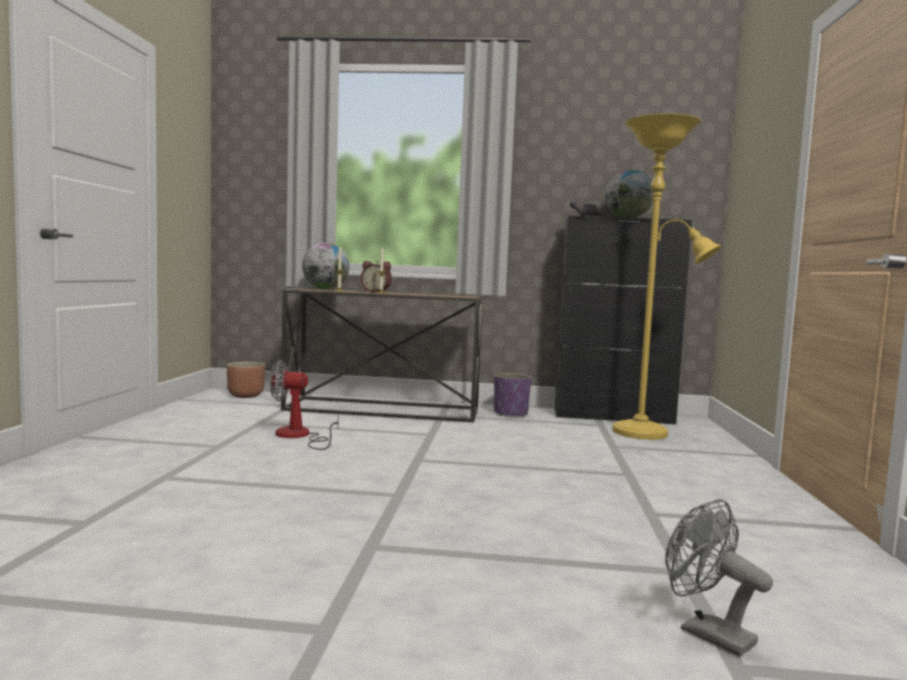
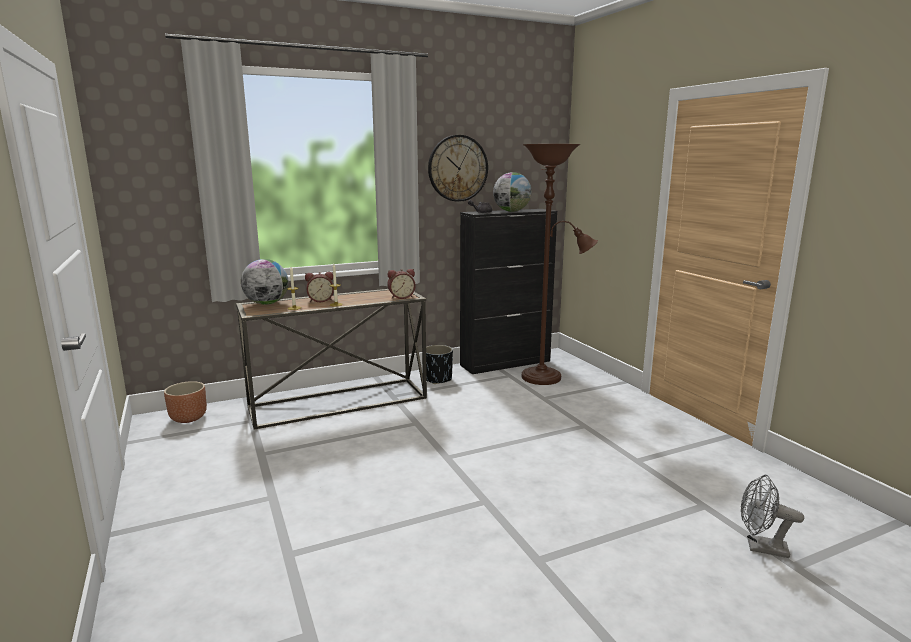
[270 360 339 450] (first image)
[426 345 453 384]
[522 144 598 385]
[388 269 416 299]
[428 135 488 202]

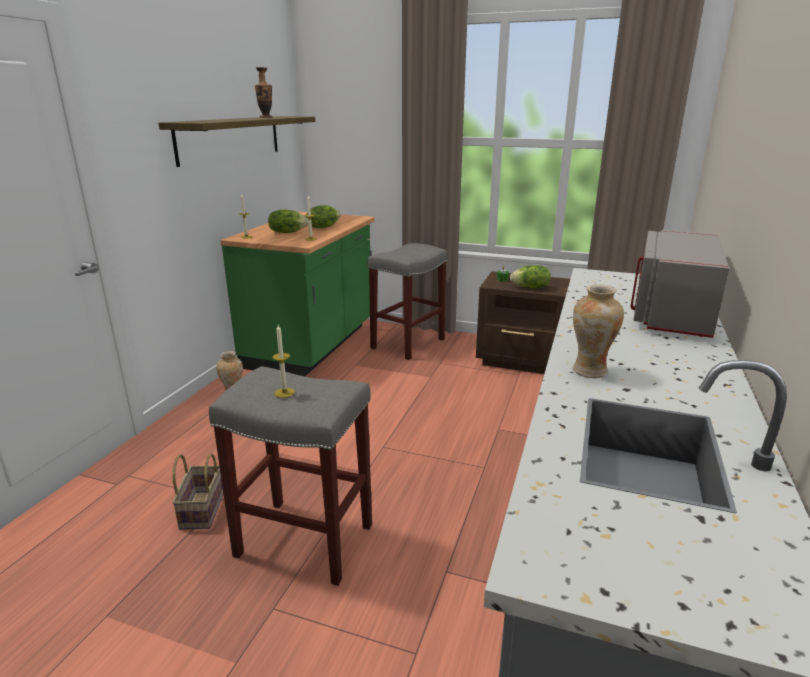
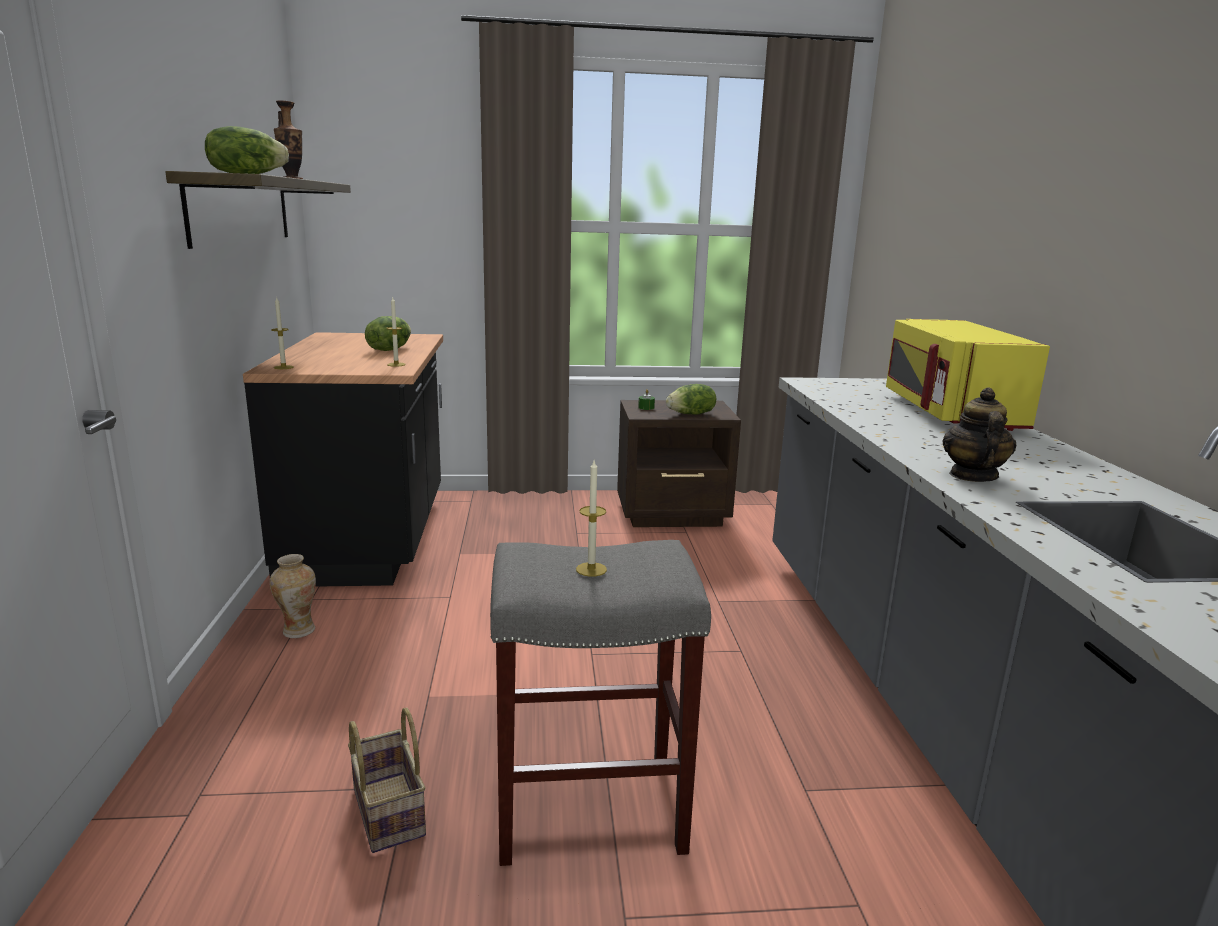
[243 332 443 587]
[205 126 289 174]
[368 243 448 360] (first image)
[942 387 1016 482]
[886 319 1050 431]

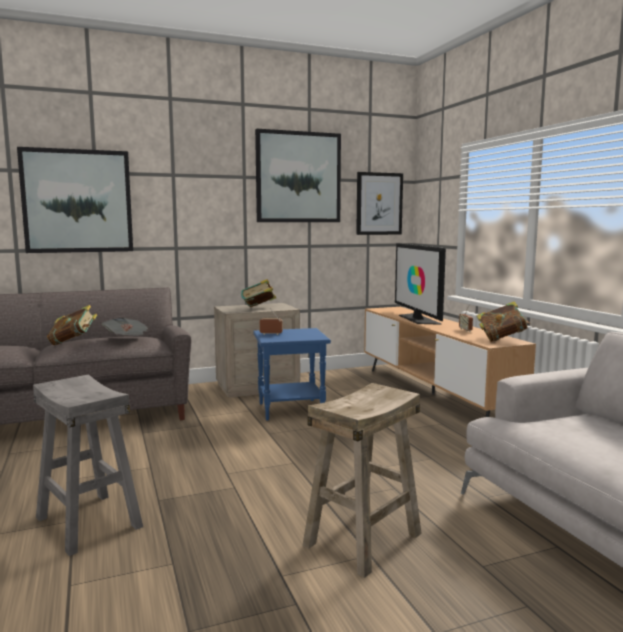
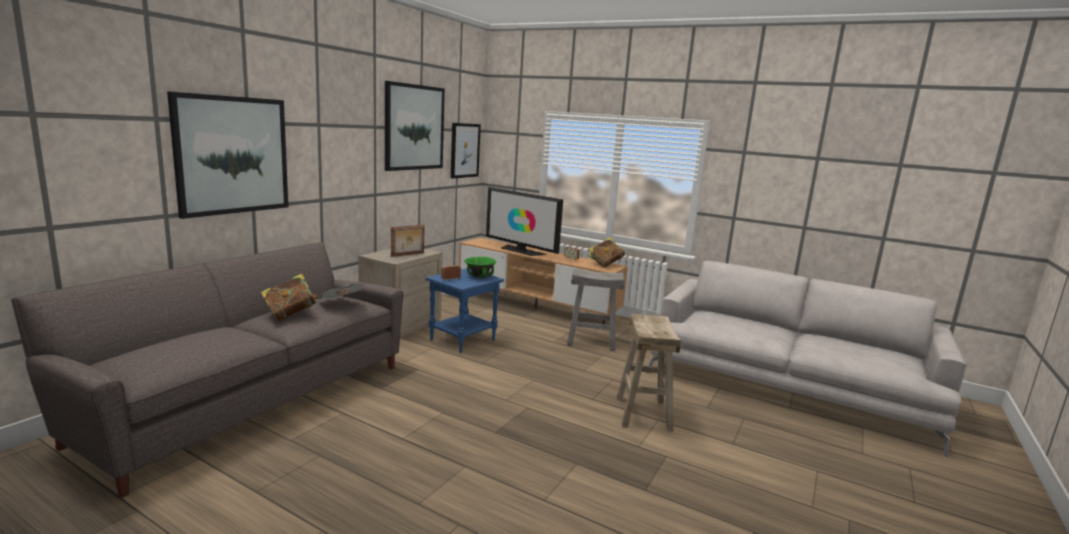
[567 268 624 351]
[391 225 425 257]
[464 257 496 279]

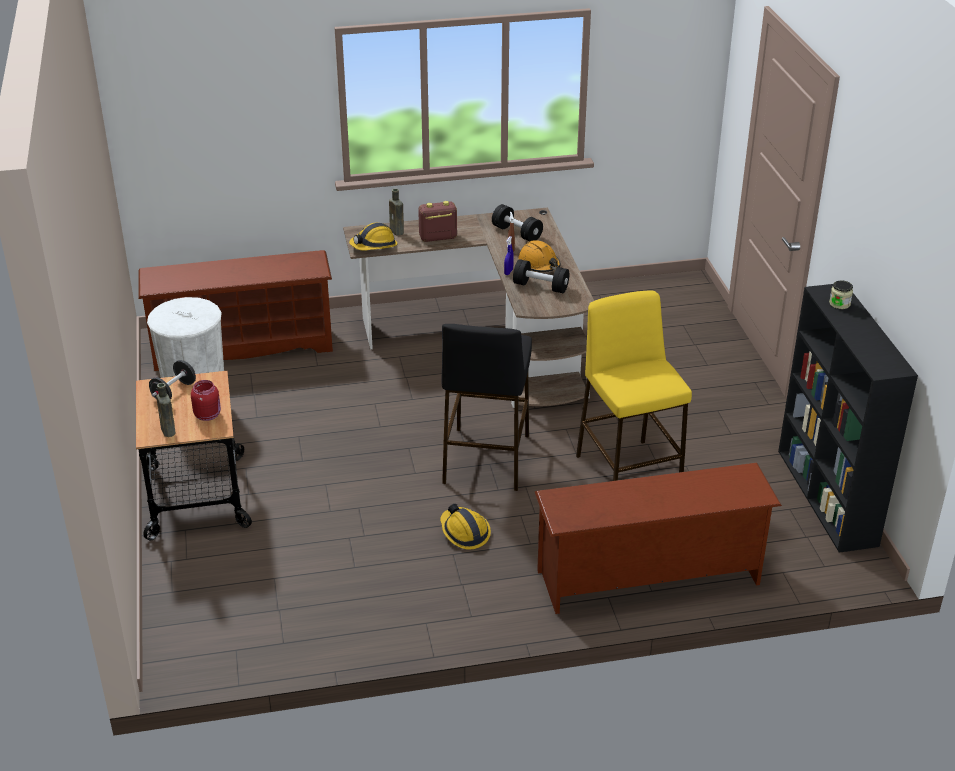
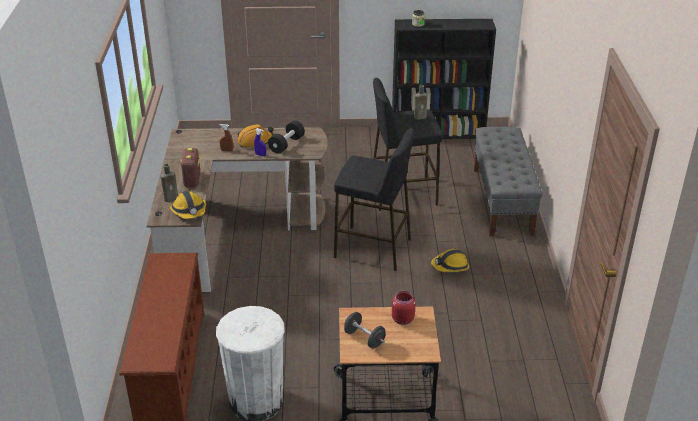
[414 85 428 120]
[492 204 543 241] (first image)
[474 126 543 237]
[373 78 442 211]

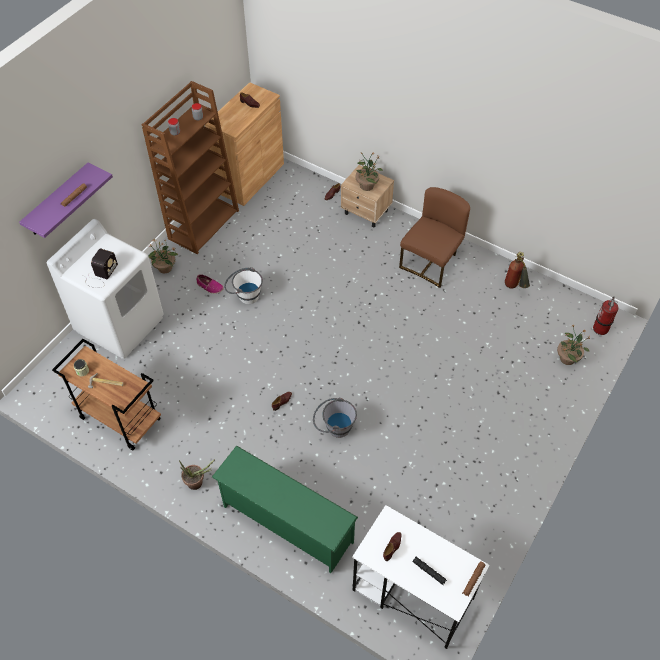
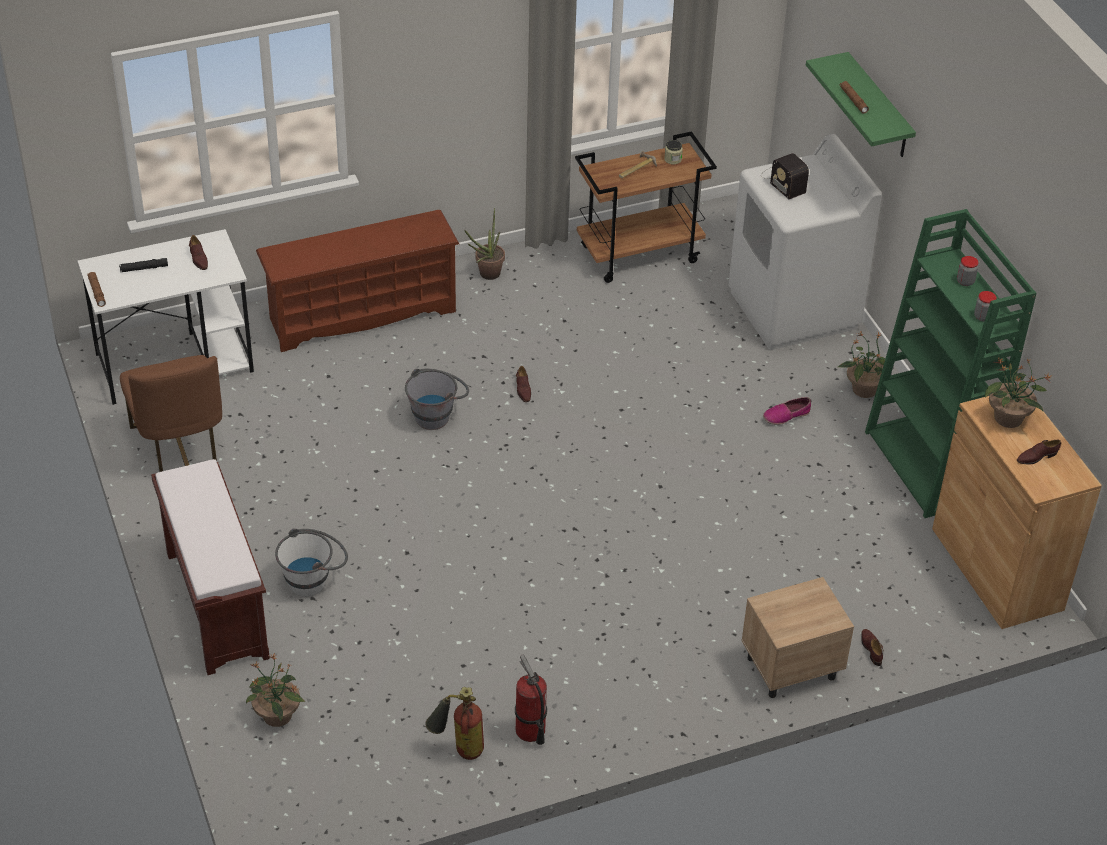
[806 52 916 157]
[865 209 1037 518]
[256 210 459 352]
[275 528 348 597]
[985 359 1053 428]
[120 355 222 472]
[515 655 547 745]
[151 459 270 675]

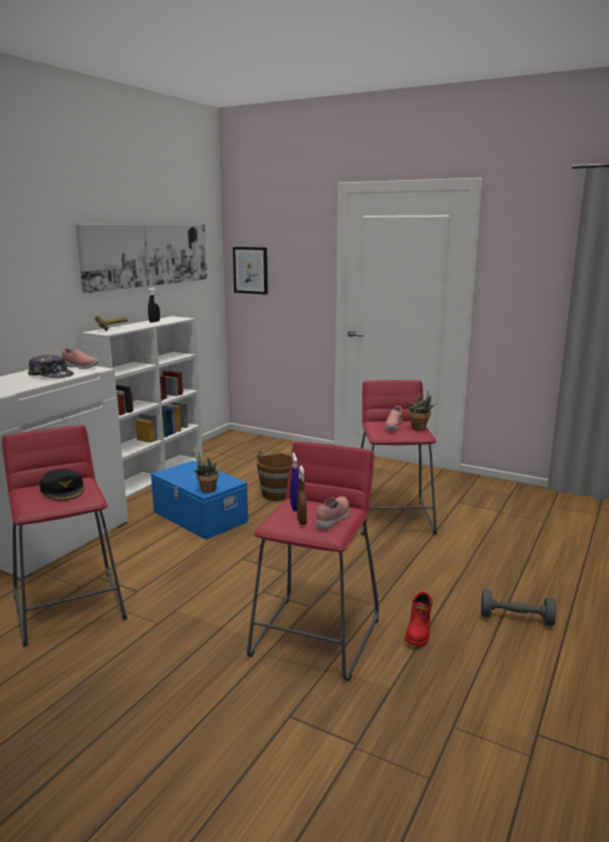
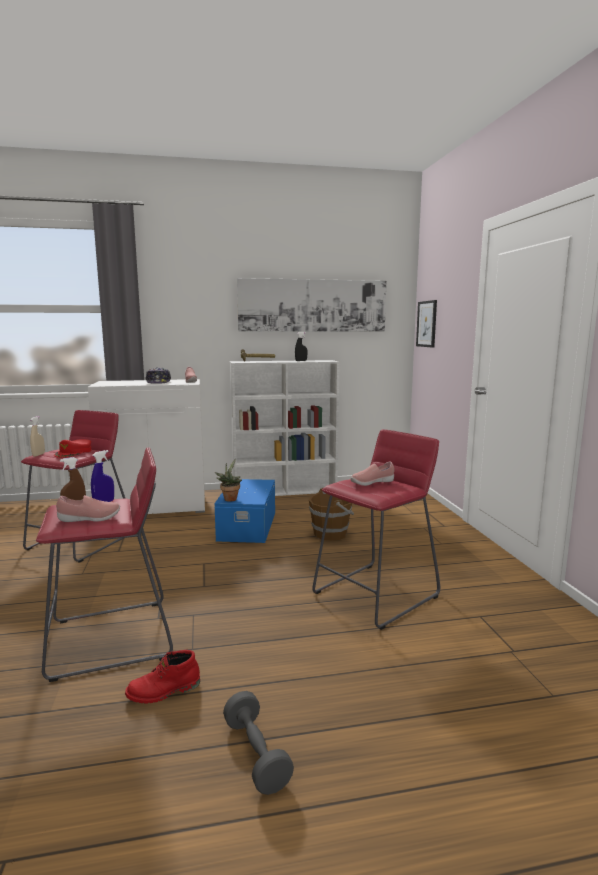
[54 439 91 458]
[408 390 436 431] (first image)
[30 416 45 456]

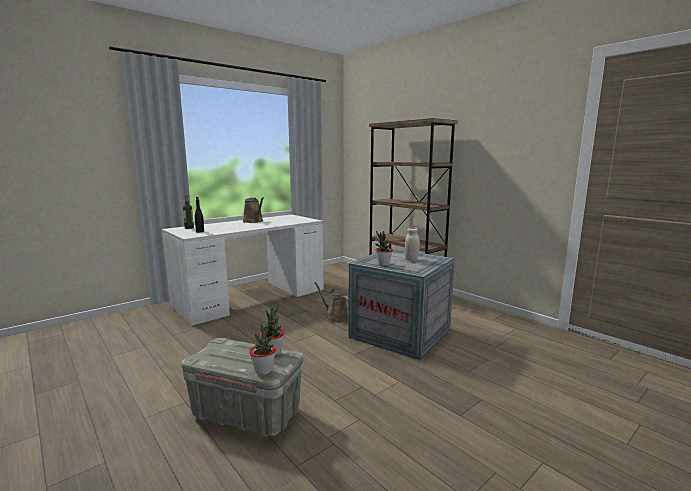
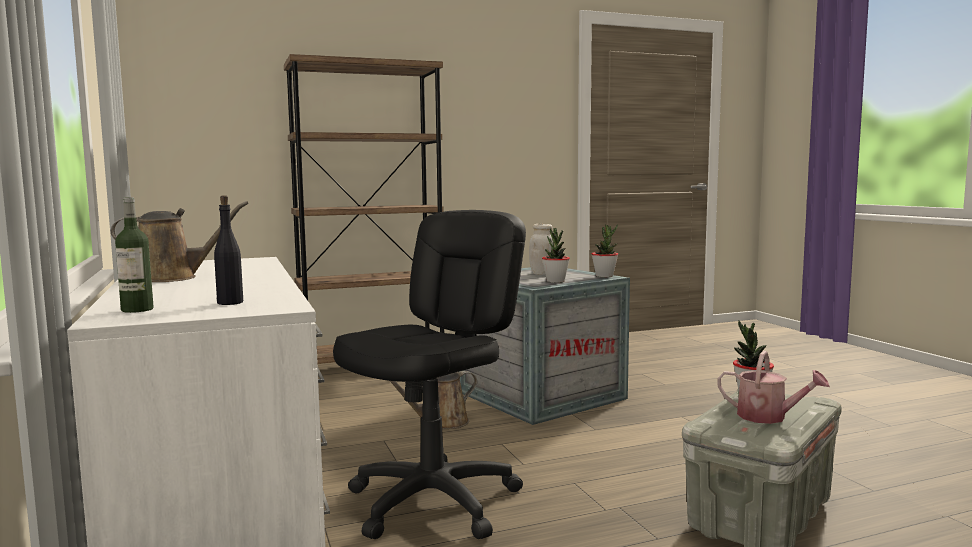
[591 225 618 277]
[333 210 526 539]
[717 351 830 424]

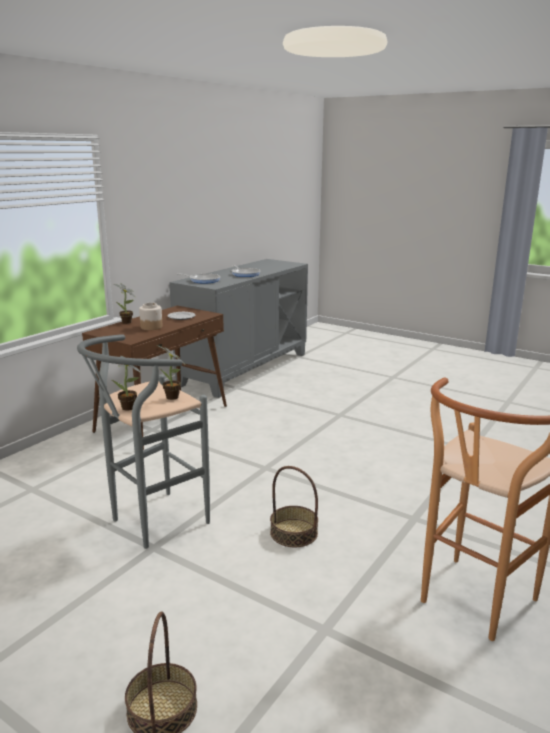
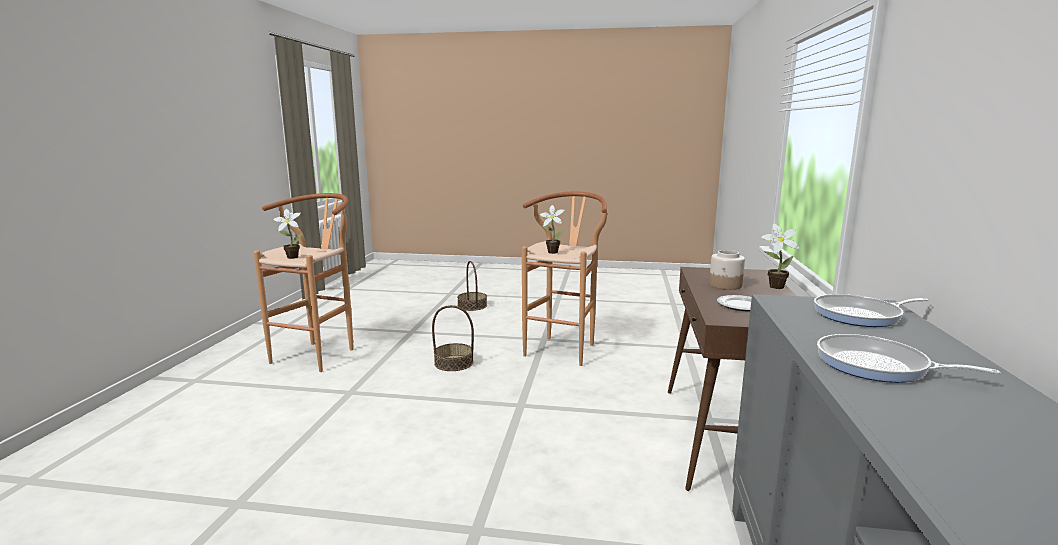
[522 191 607 366]
[273 209 303 259]

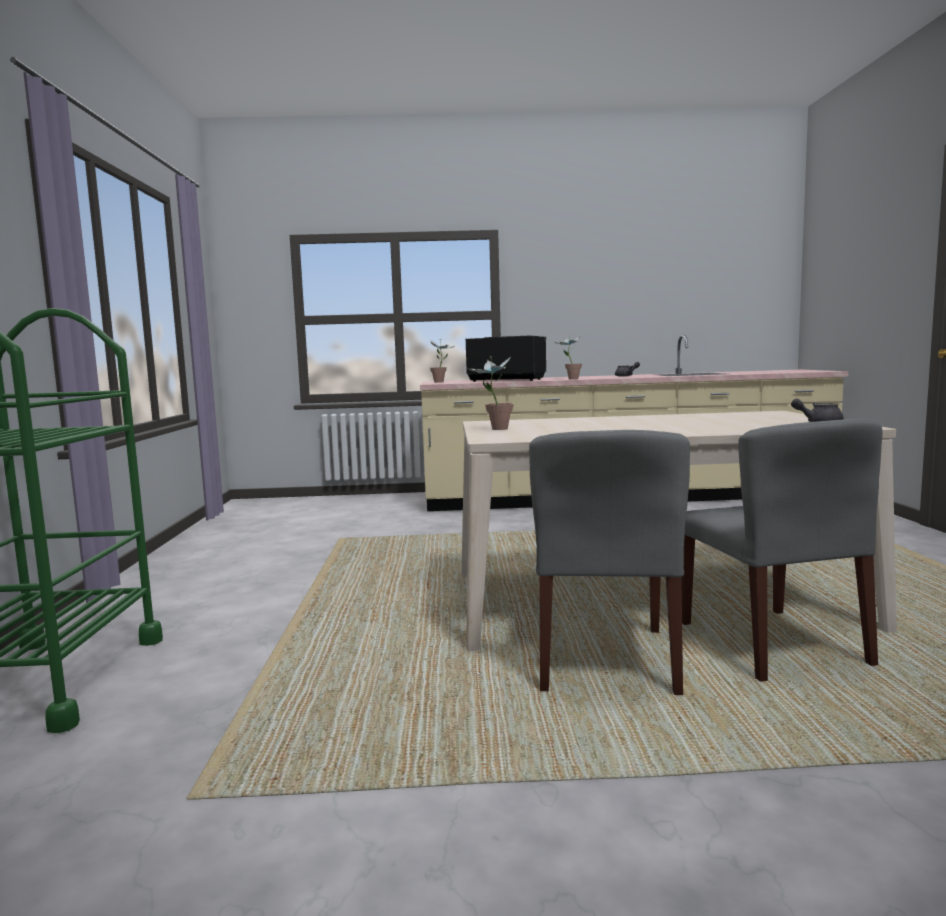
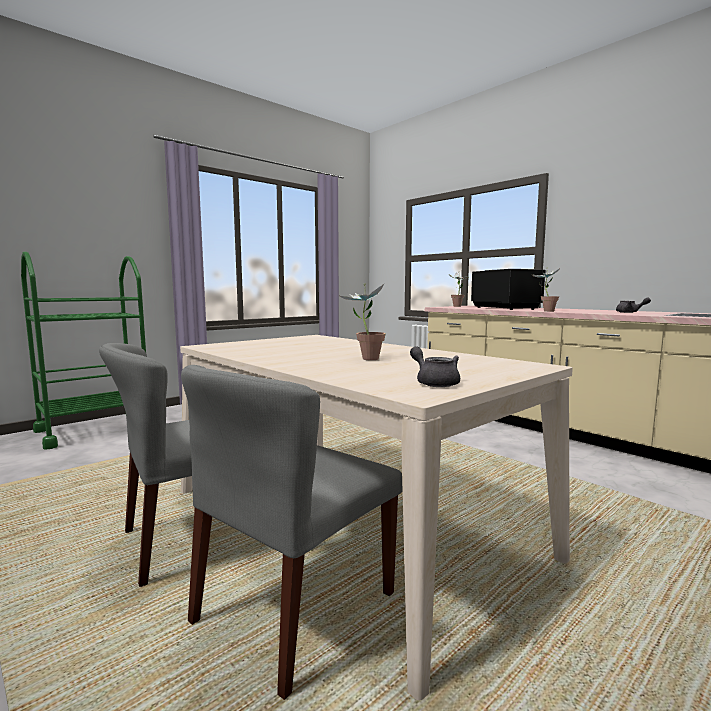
[340 283 386 360]

